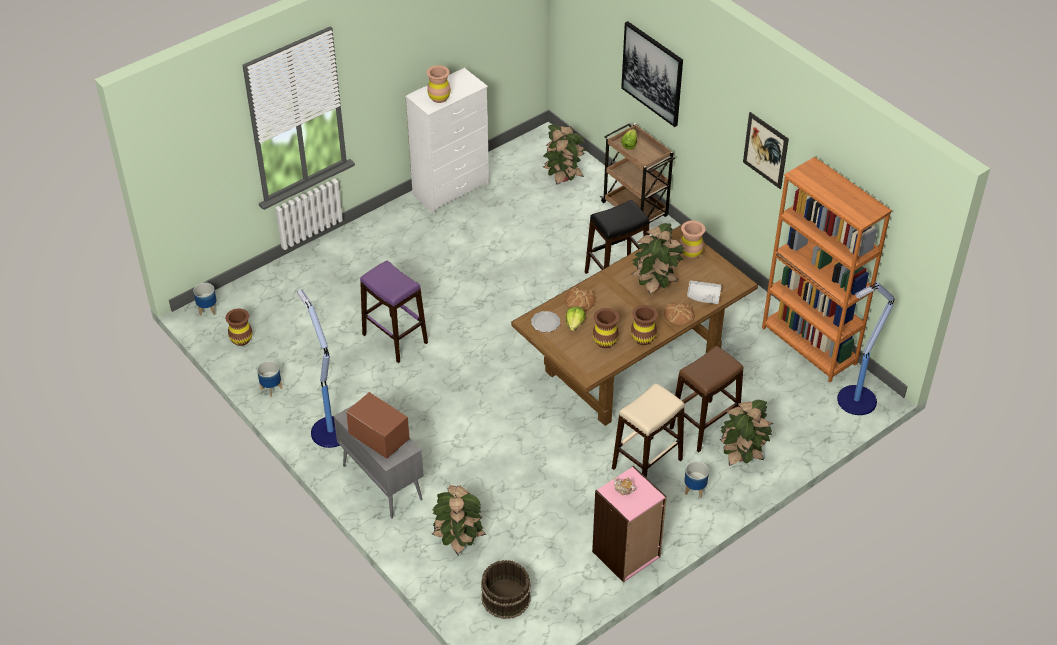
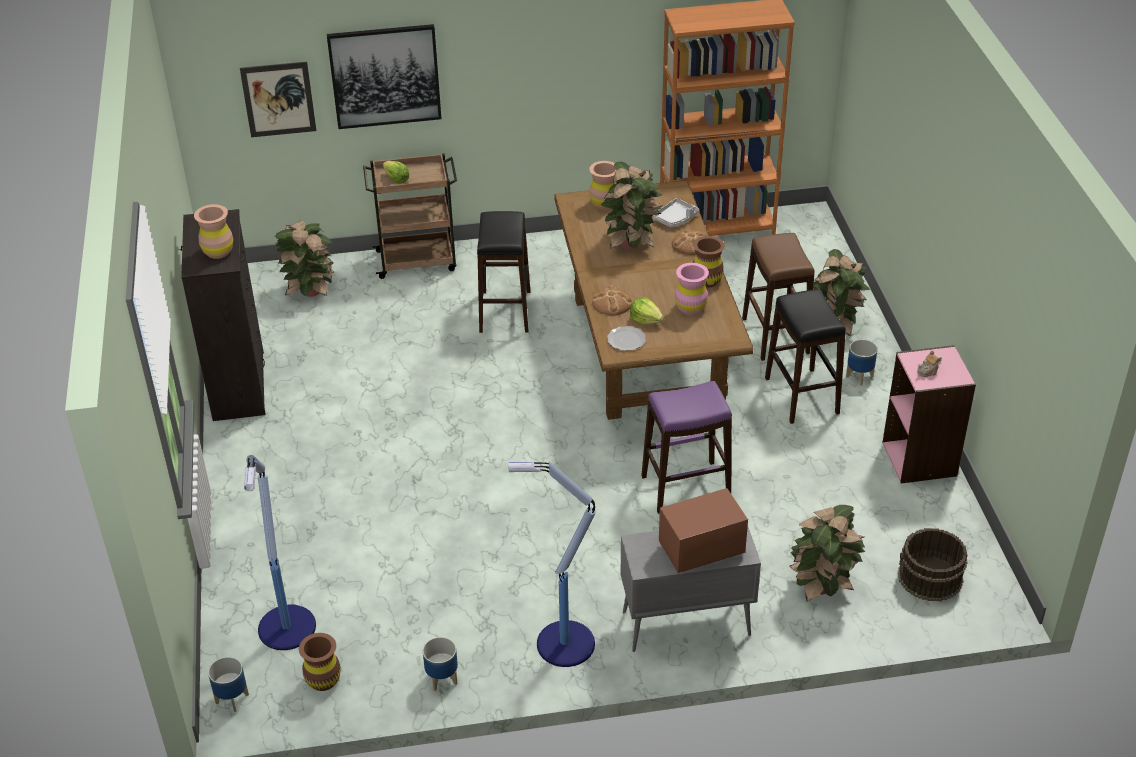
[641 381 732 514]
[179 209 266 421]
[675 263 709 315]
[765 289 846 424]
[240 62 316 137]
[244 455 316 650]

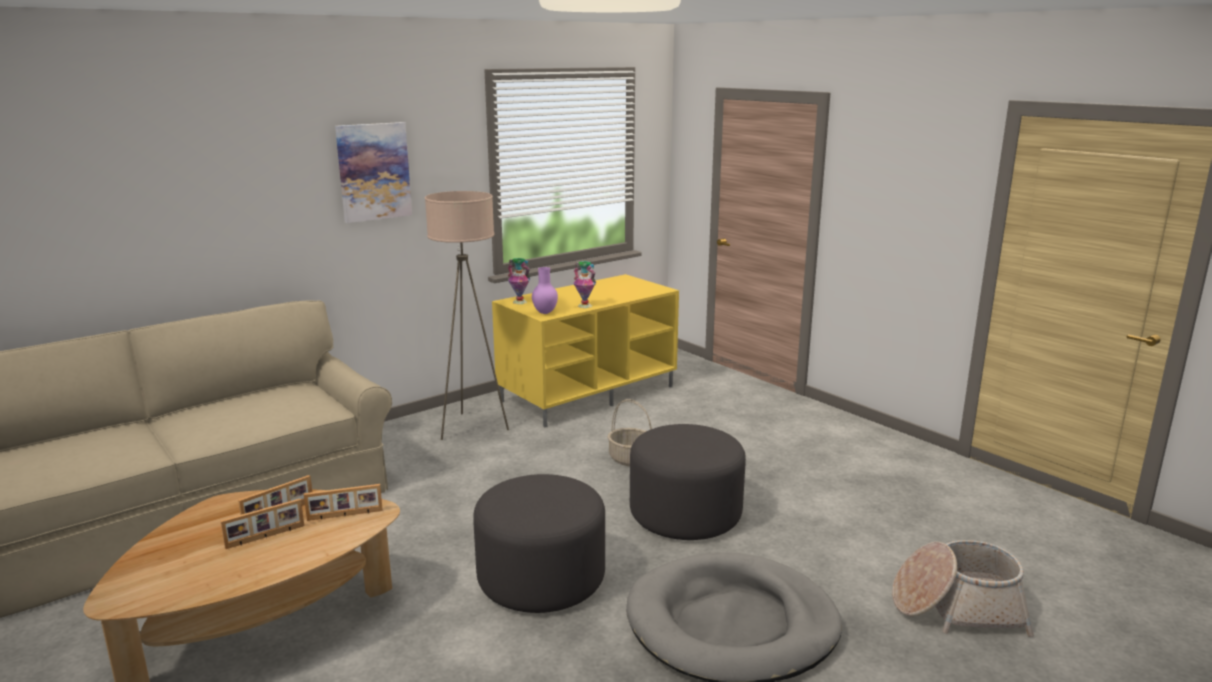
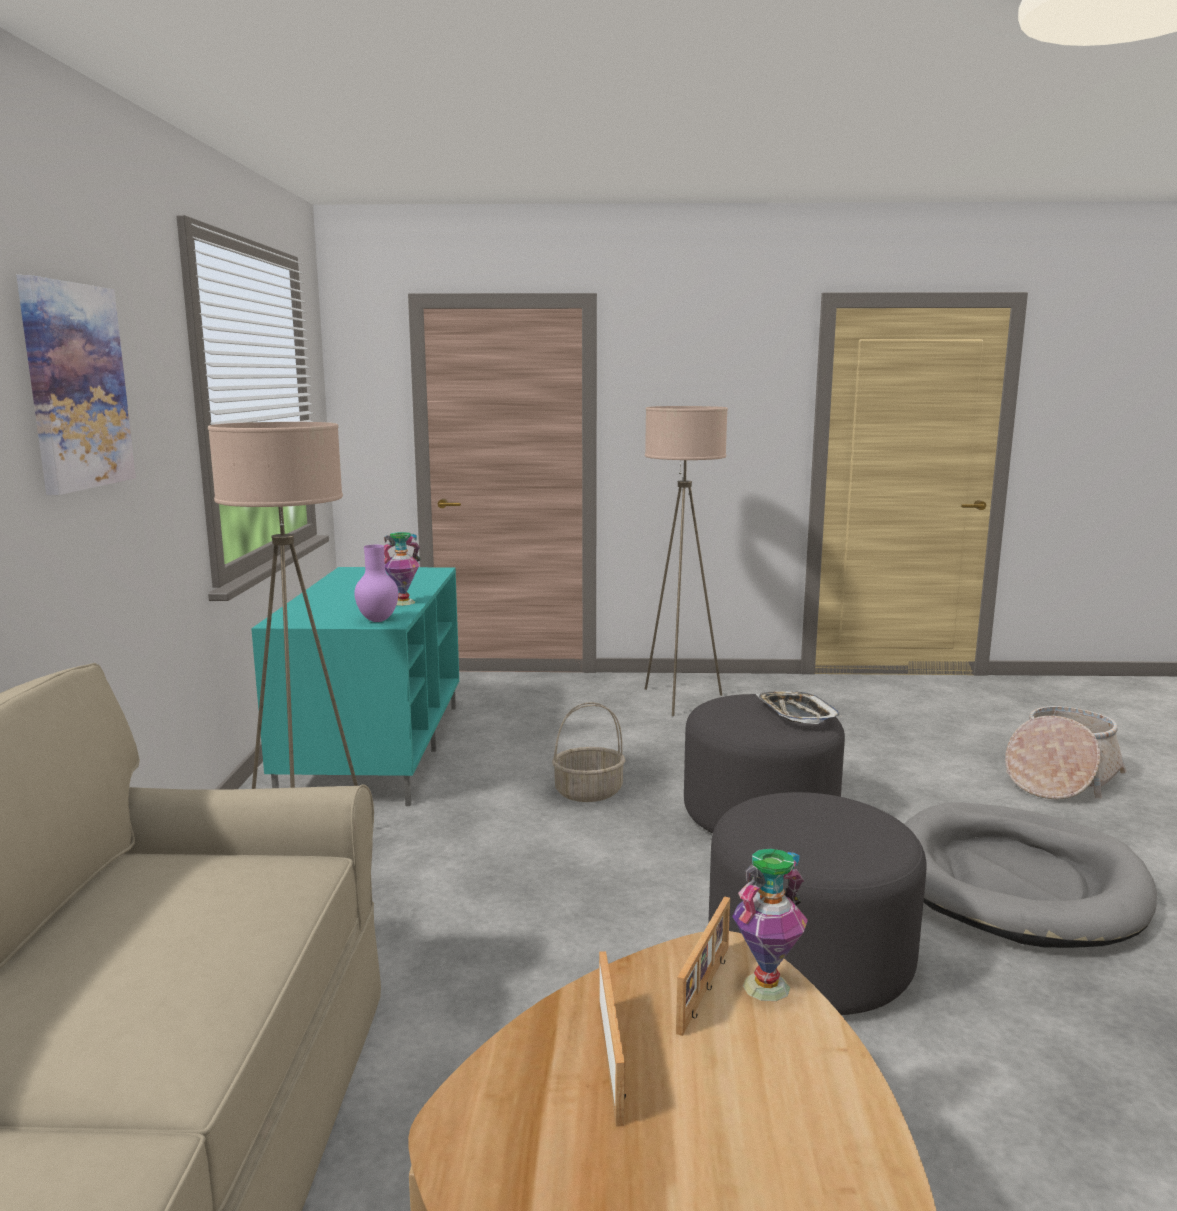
[220 499 304 549] (first image)
[251 567 459 806]
[732 848 808 1001]
[645 406 728 716]
[756 691 842 724]

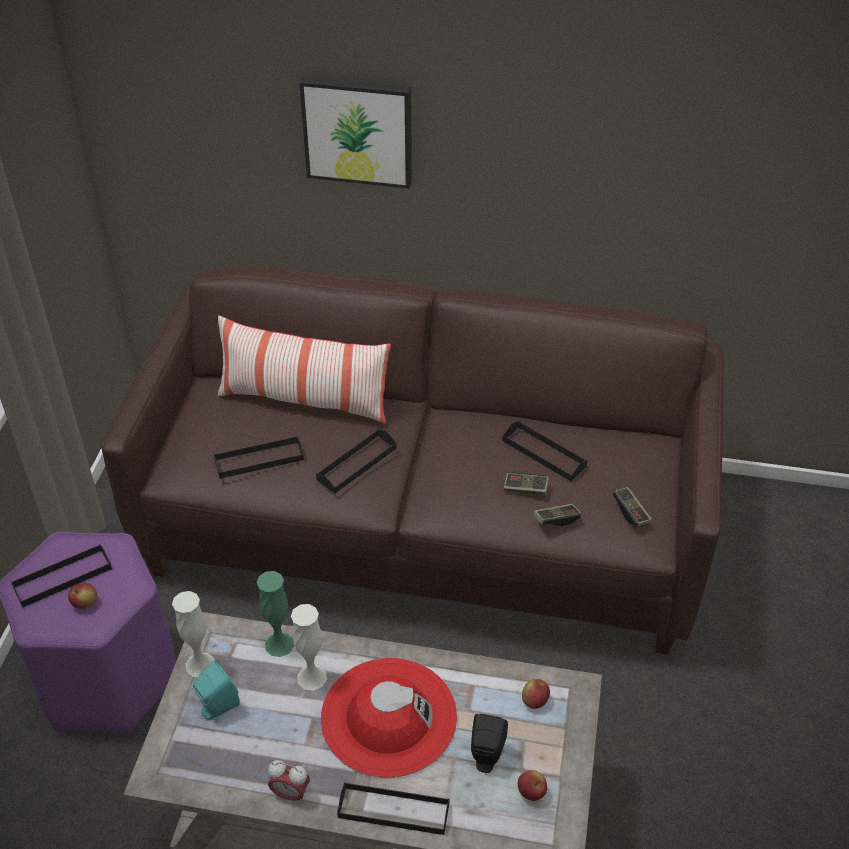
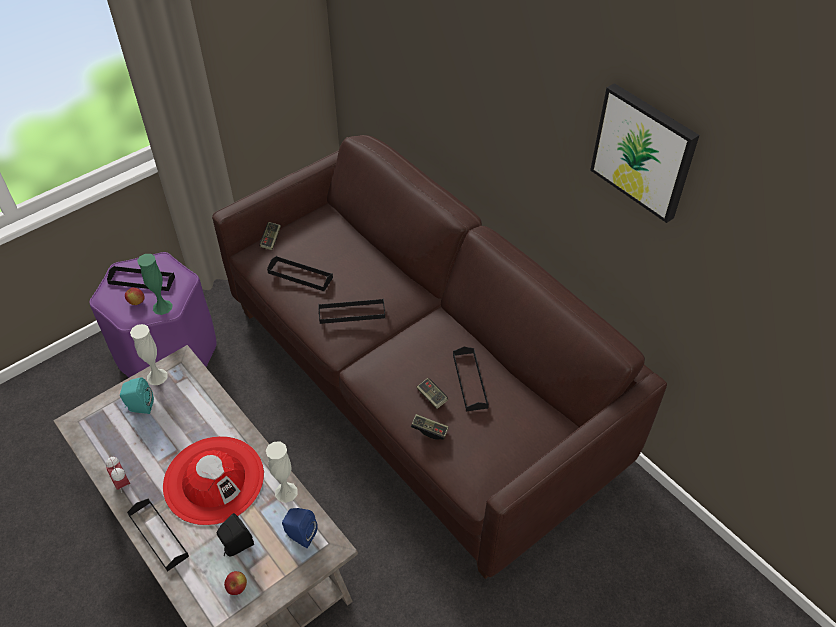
[218 315 391 424] (first image)
[137 254 173 315]
[266 442 298 503]
[590 83 699 223]
[282 508 318 548]
[259 222 281 250]

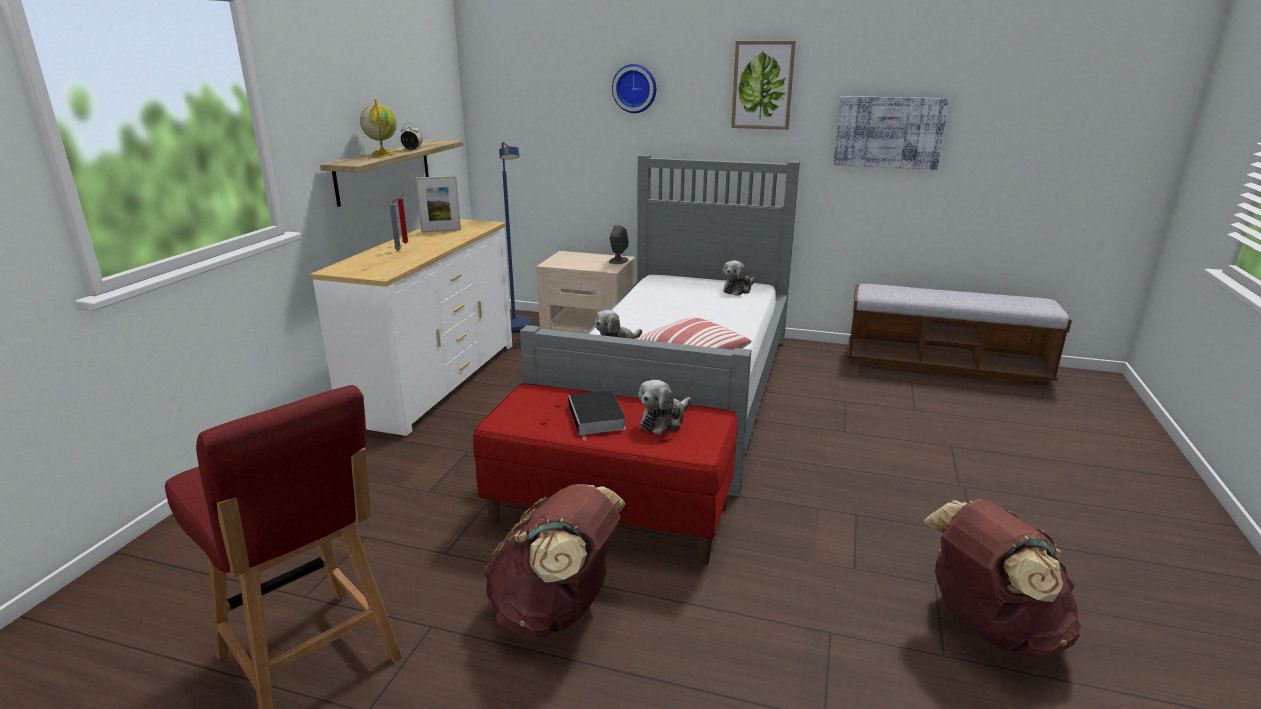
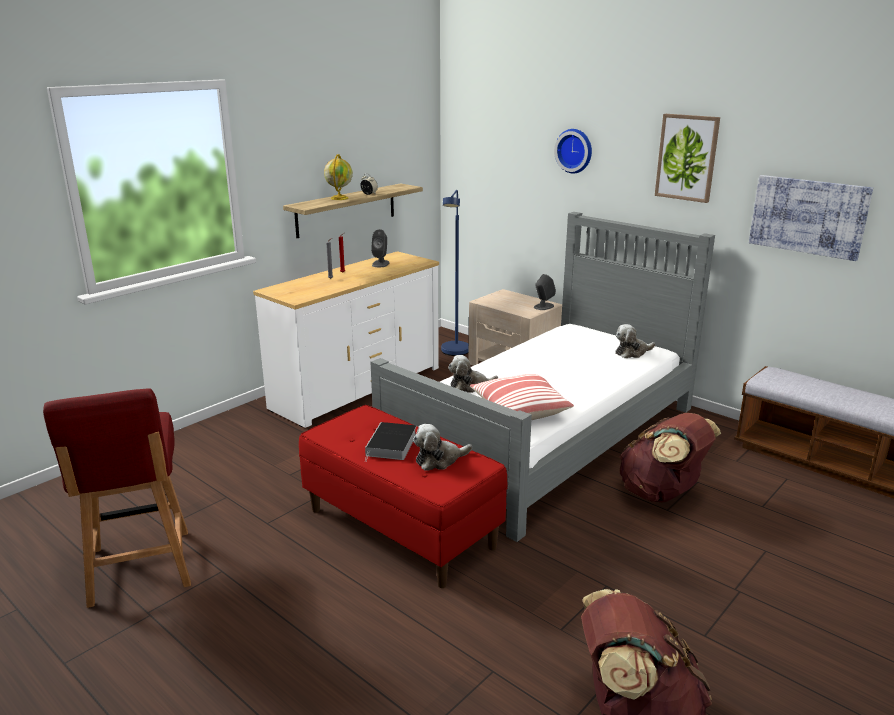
[371 229 389 267]
[619 413 721 502]

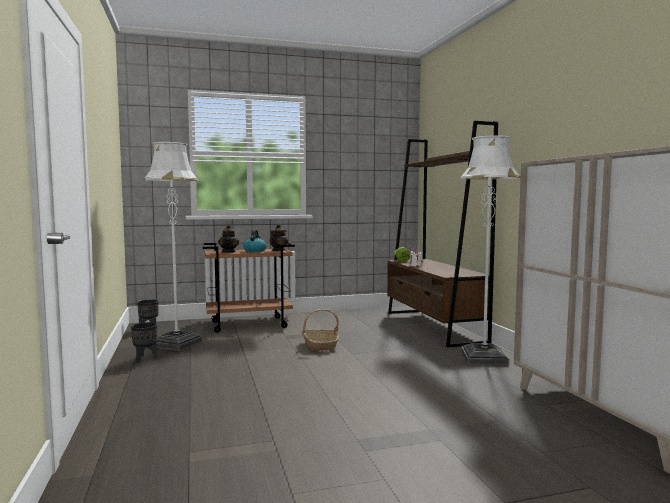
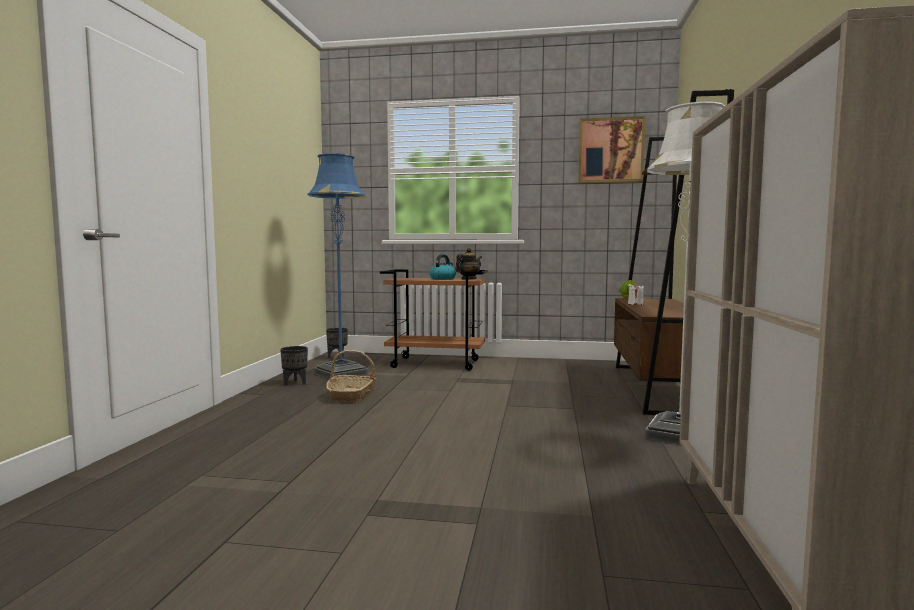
[308 153 368 379]
[218 225 239 253] (first image)
[326 350 376 402]
[578 116 645 183]

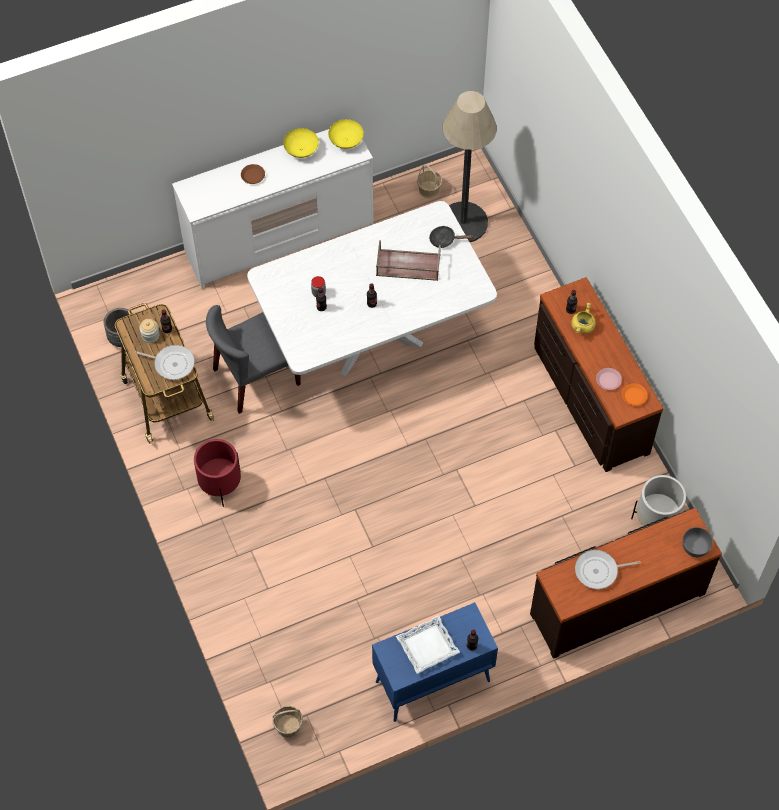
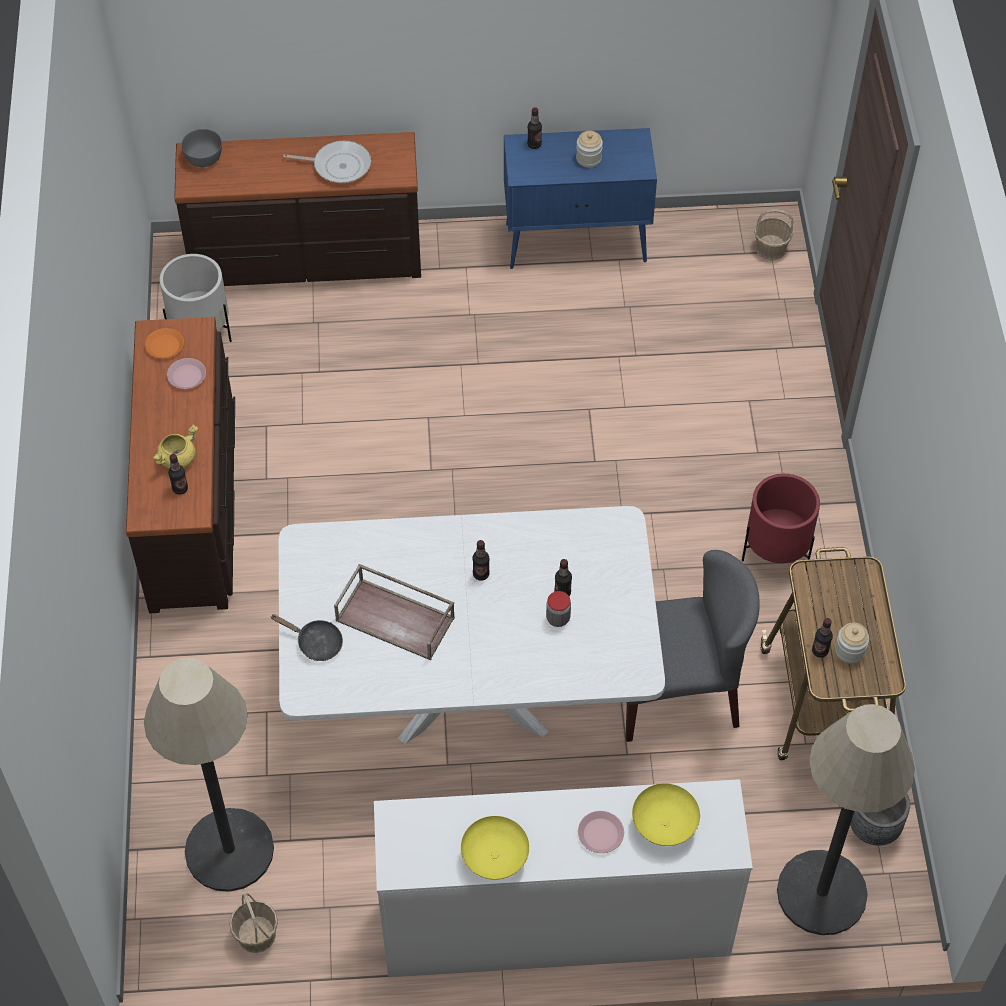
[135 345 195 380] (first image)
[578 811 624 853]
[632 783 700 846]
[576 131 603 168]
[777 704 915 935]

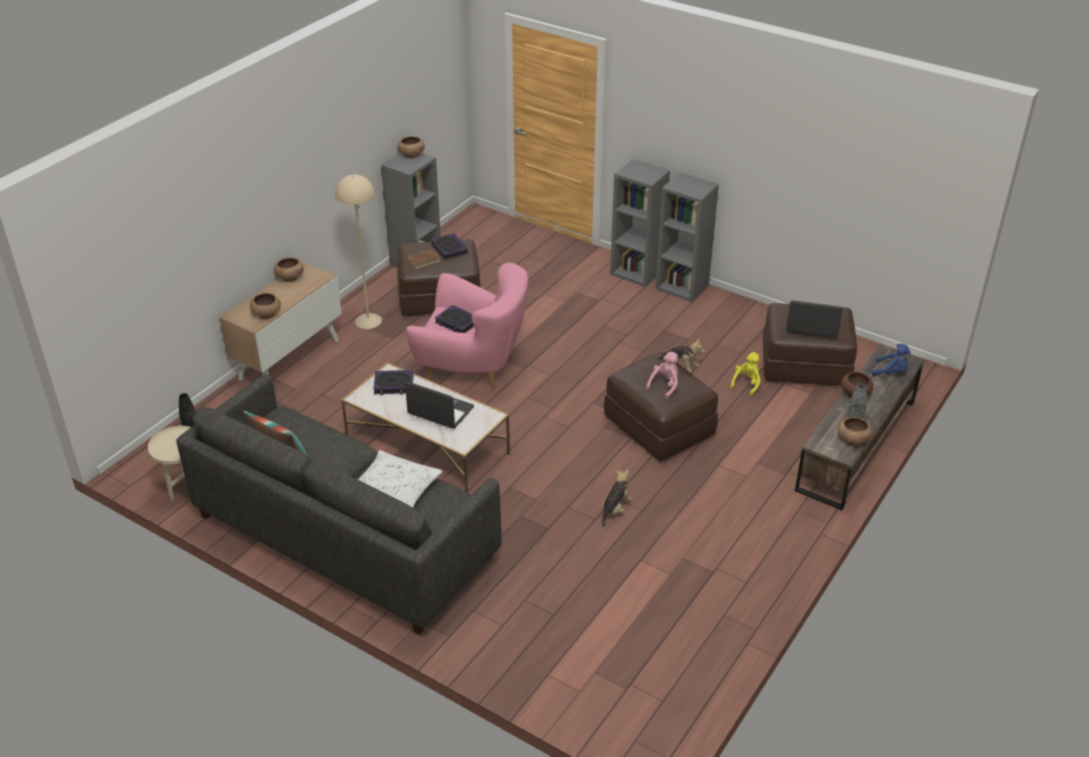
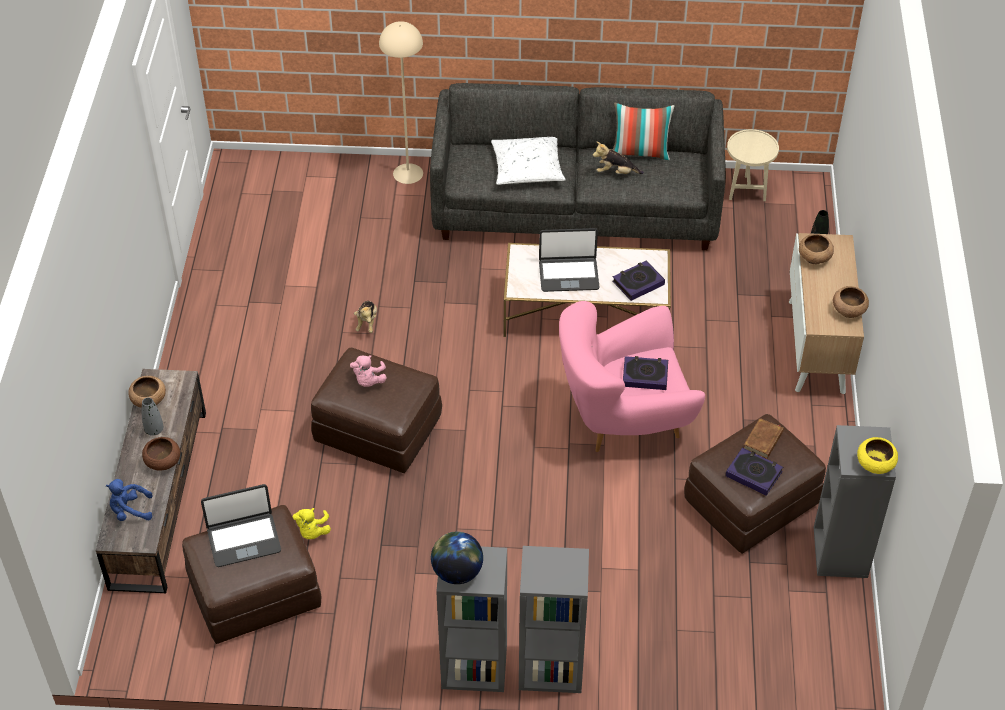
[379 21 423 184]
[857 437 898 474]
[593 142 644 174]
[431 531 483 584]

